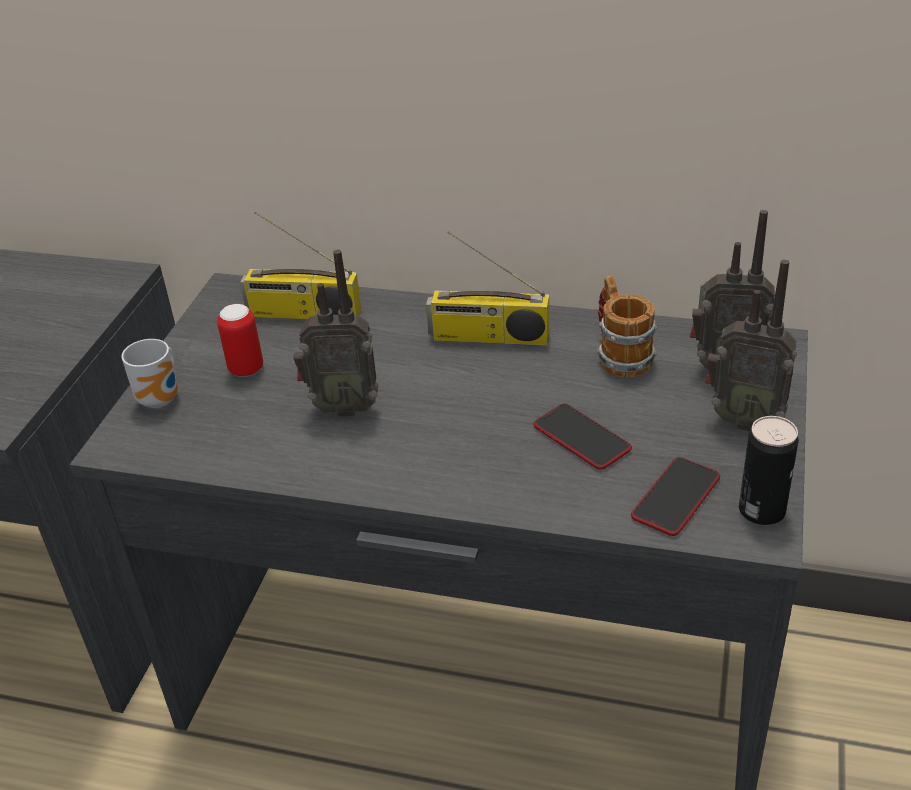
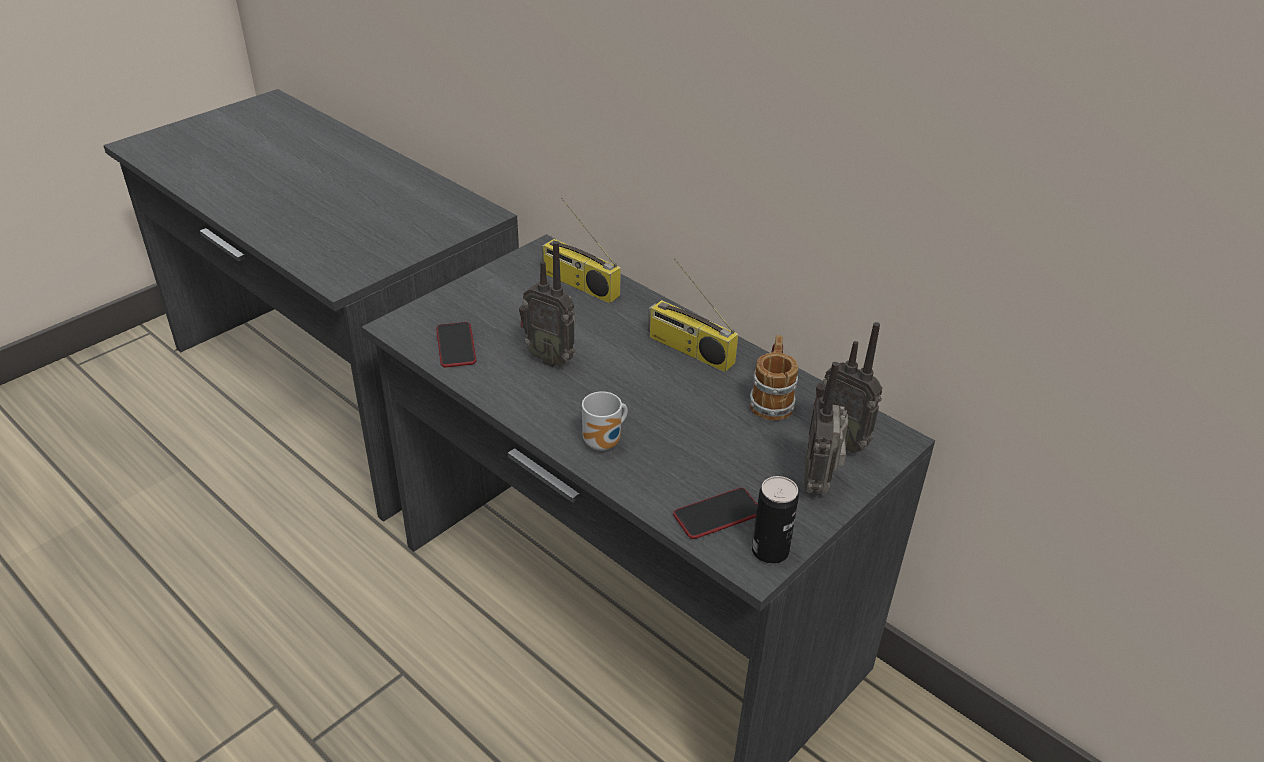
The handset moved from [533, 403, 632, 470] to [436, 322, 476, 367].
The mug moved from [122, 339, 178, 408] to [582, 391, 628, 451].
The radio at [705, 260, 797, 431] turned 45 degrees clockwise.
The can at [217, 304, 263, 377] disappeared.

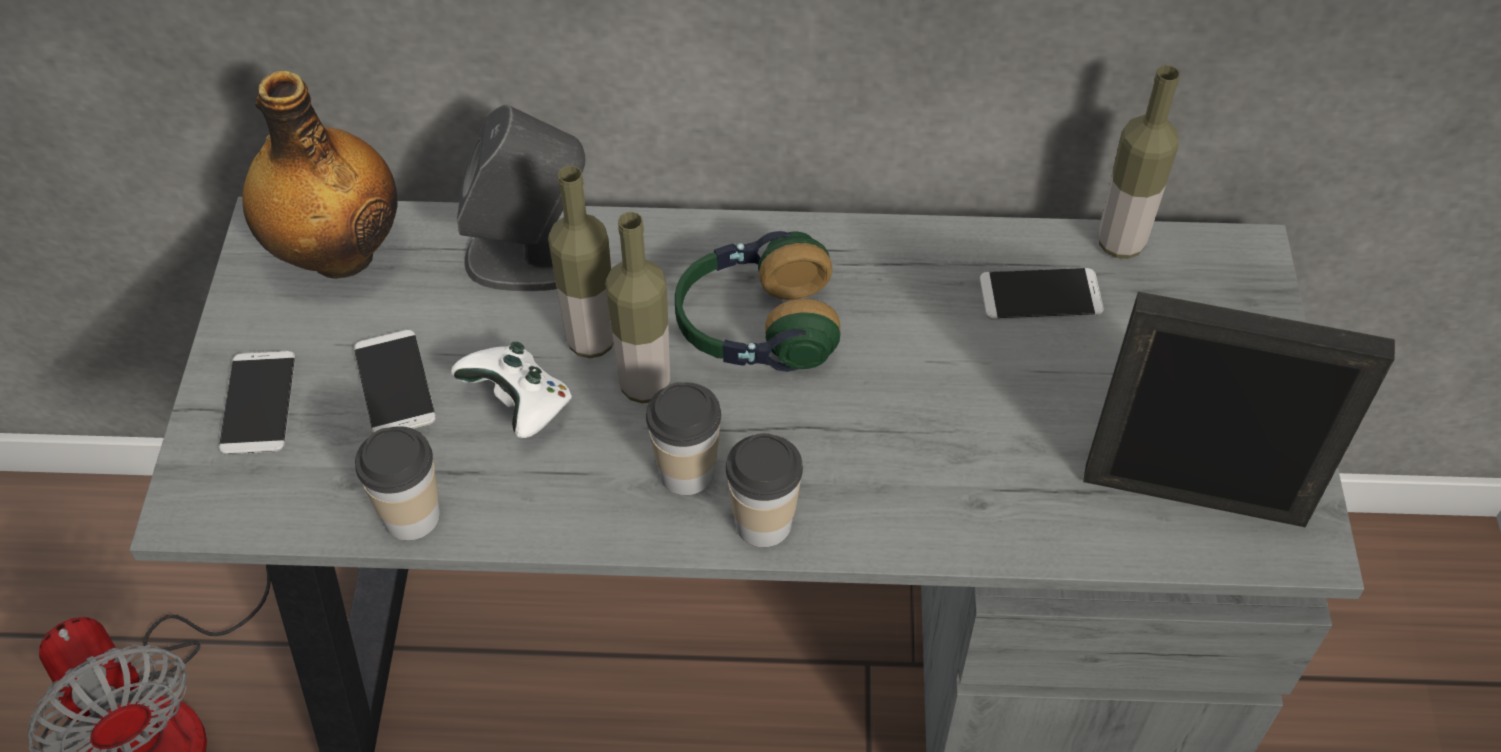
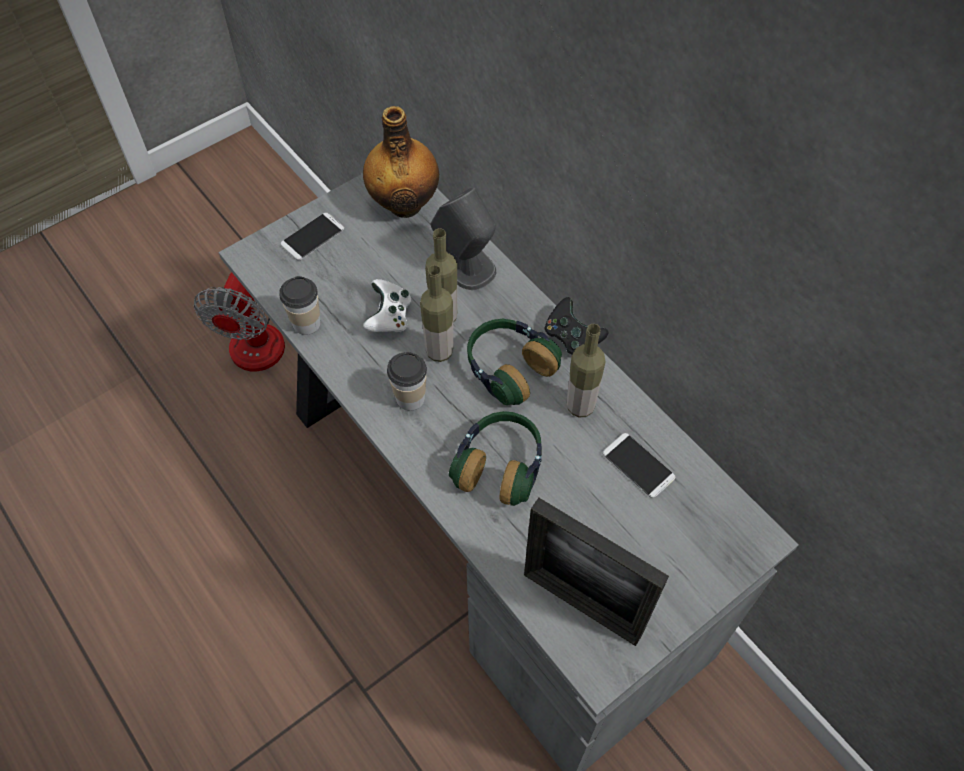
The headphones at [449, 411, 542, 506] appeared.
The picture_frame at [1083, 291, 1395, 527] turned 150 degrees clockwise.
The black-coloured_joypad at [544, 297, 608, 355] appeared.
The beverage_bottle moved from [1099, 65, 1180, 259] to [567, 324, 605, 417].
The handset at [354, 330, 436, 433] disappeared.
The cup at [726, 433, 803, 547] disappeared.

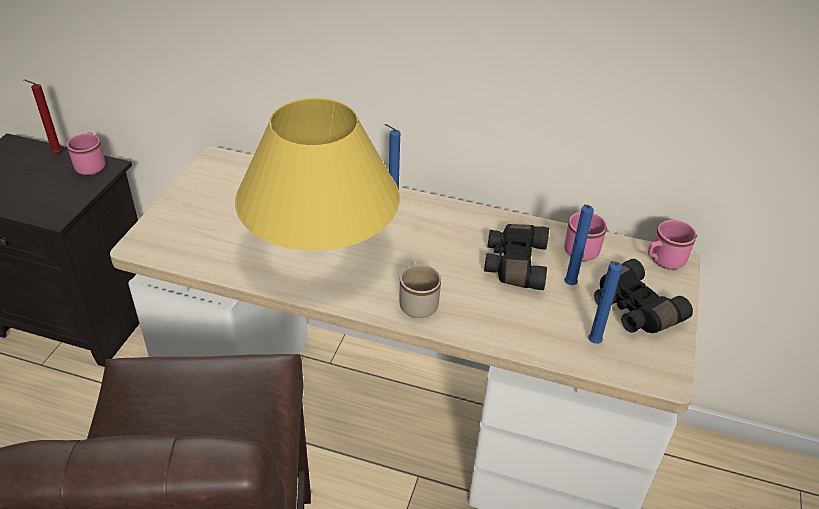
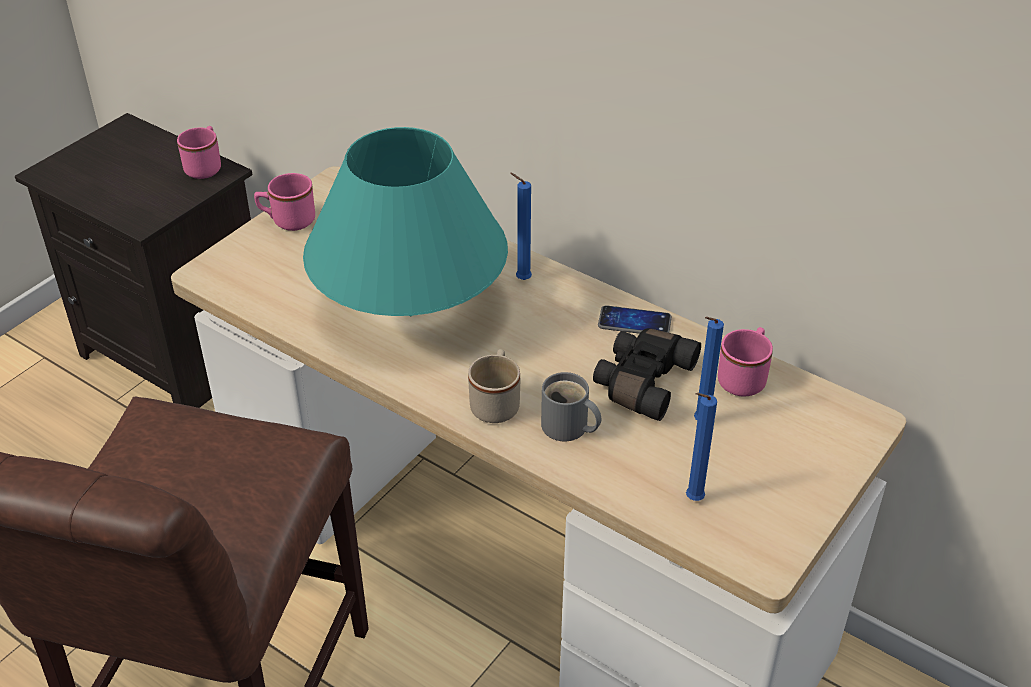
The pinkish_mug moved from [648, 220, 697, 269] to [254, 173, 315, 231].
The yellow-coloured_tabletop_lamp at [235, 98, 400, 251] became the turquoise-coloured_tabletop_lamp at [303, 127, 508, 316].
The grey_mug at [541, 372, 601, 441] appeared.
The handset at [598, 305, 672, 334] appeared.
The reddish_candle at [24, 80, 62, 154] disappeared.
The black-coloured_pair_of_binoculars at [594, 259, 693, 333] disappeared.

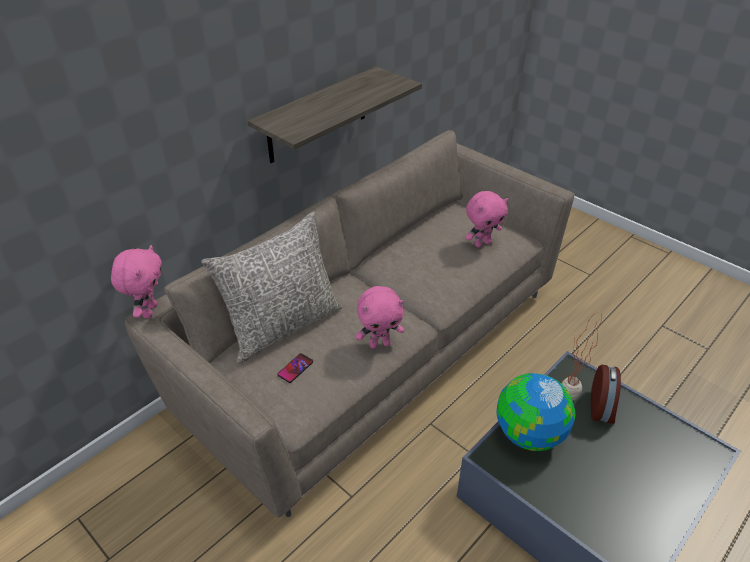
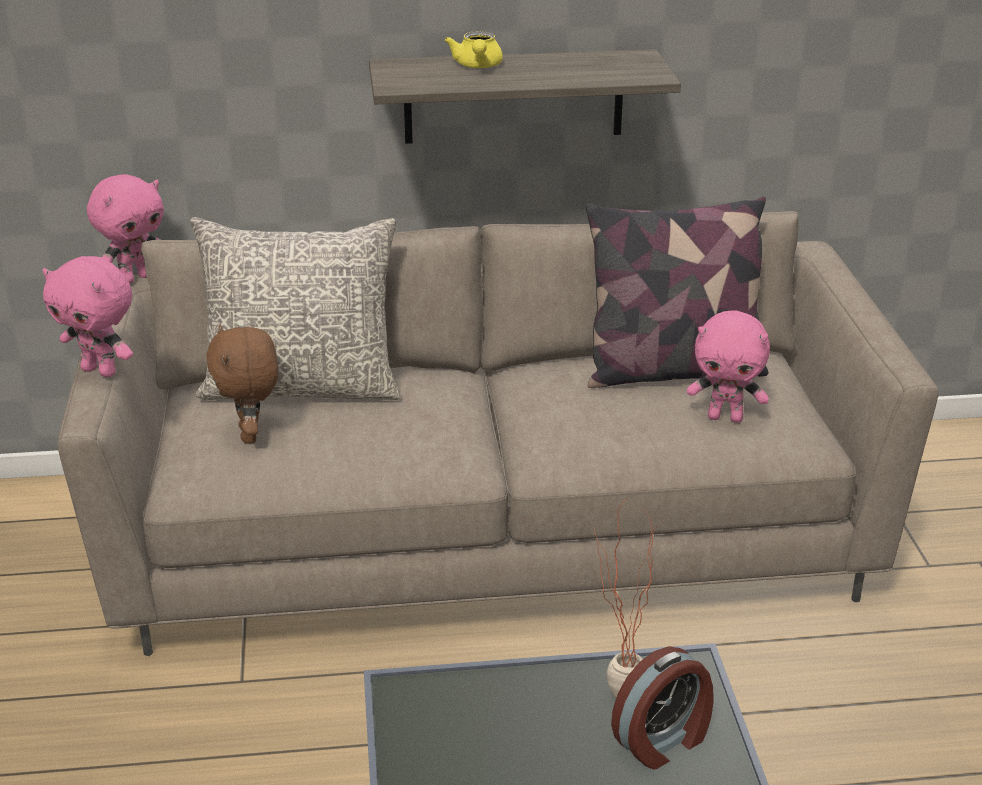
The pinkish_soft_toy moved from [356, 286, 404, 349] to [43, 256, 133, 377].
The handset at [277, 353, 313, 383] was replaced by the brownish_soft_toy at [206, 325, 278, 444].
The yellow-coloured_tea_pot at [445, 31, 503, 68] appeared.
The cushion at [586, 197, 769, 388] appeared.
The desk_globe at [496, 373, 575, 451] disappeared.

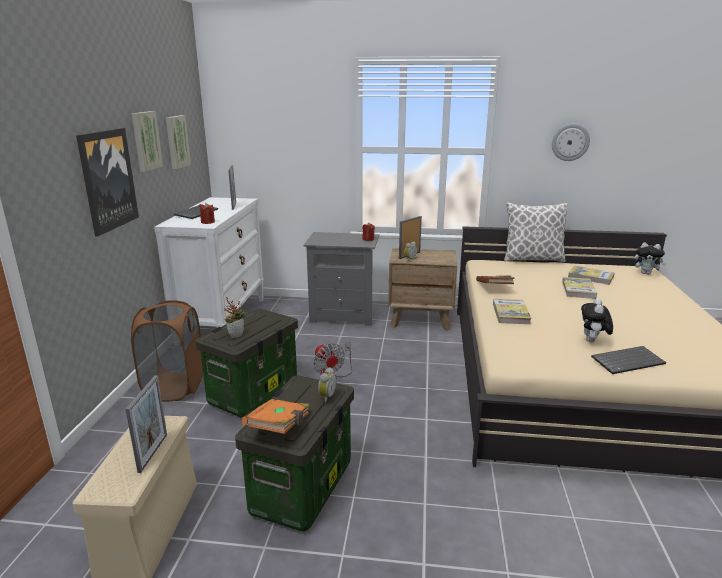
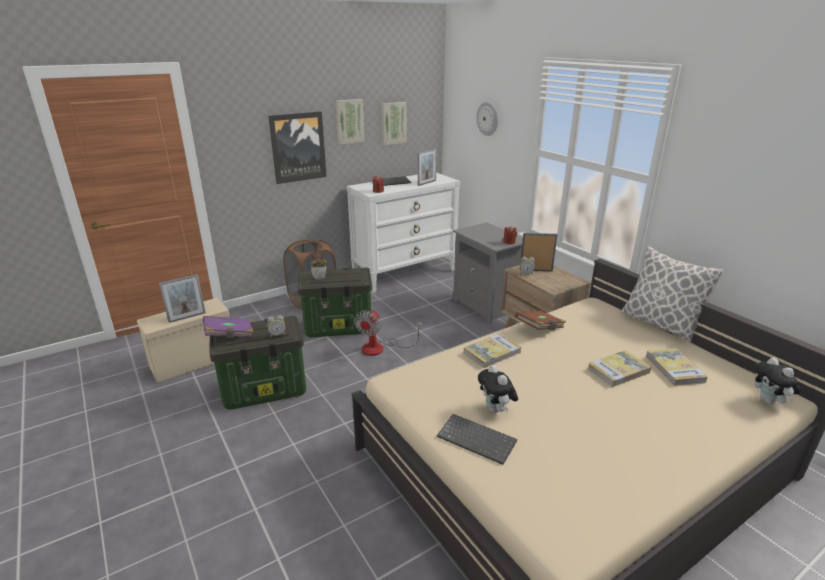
The orange-coloured_book at [242, 399, 310, 434] became the purple_book at [203, 316, 254, 338].
The clock_on_the_wall moved from [552, 124, 590, 161] to [476, 102, 498, 136].
The soft_toy at [581, 298, 613, 342] turned 90 degrees counterclockwise.

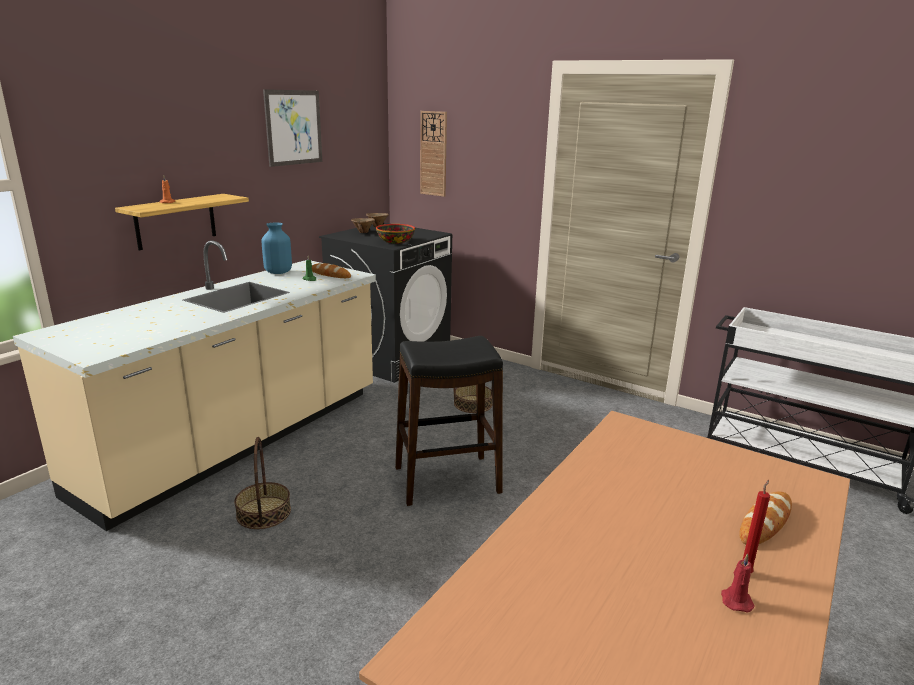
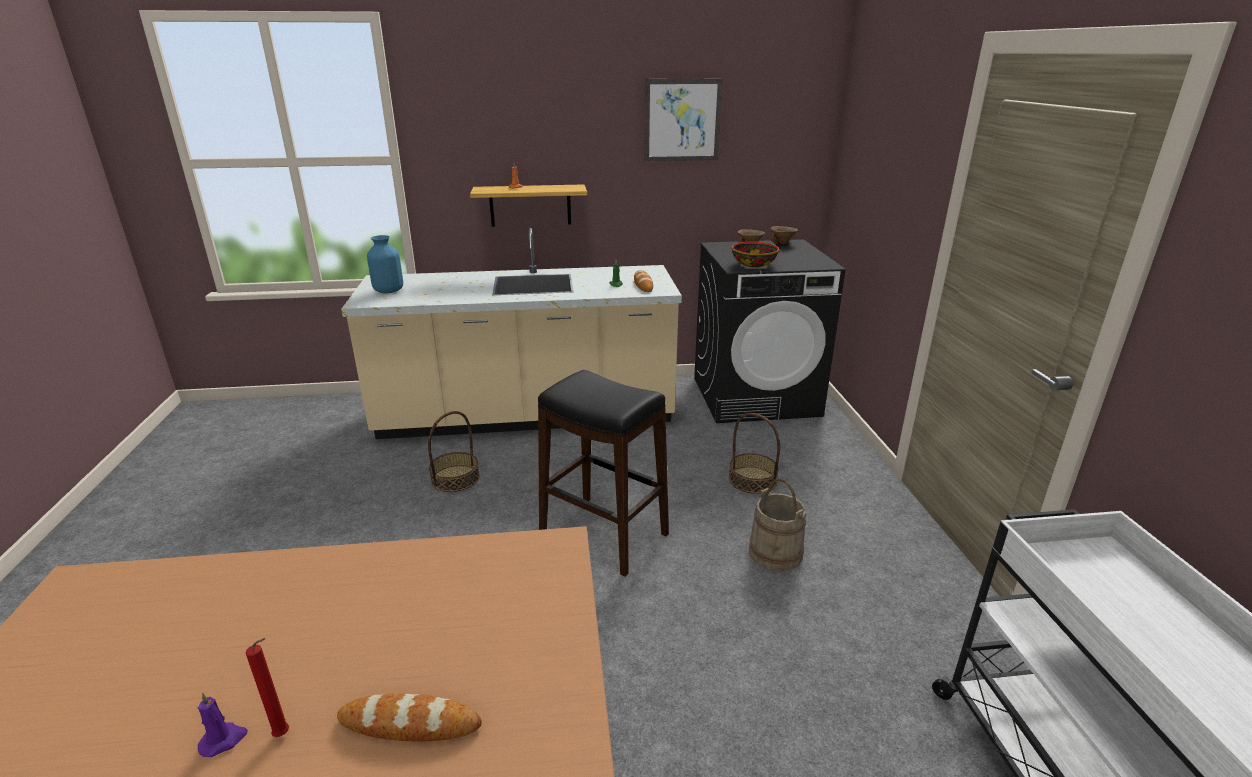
The reddish_candle at [721, 554, 755, 613] became the purple_candle at [198, 692, 248, 757].
The blue-coloured_decorative_vase moved from [261, 223, 292, 274] to [367, 235, 403, 293].
The sand-coloured_bucket at [749, 478, 806, 571] appeared.
The clock_on_the_wall at [420, 111, 447, 197] disappeared.

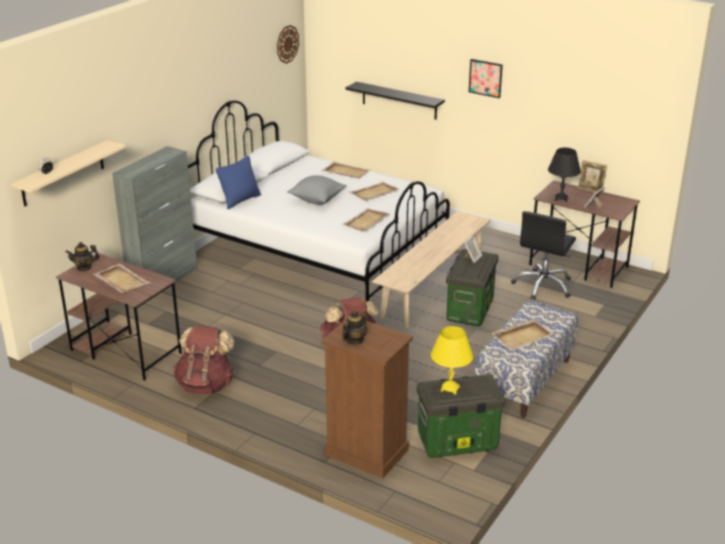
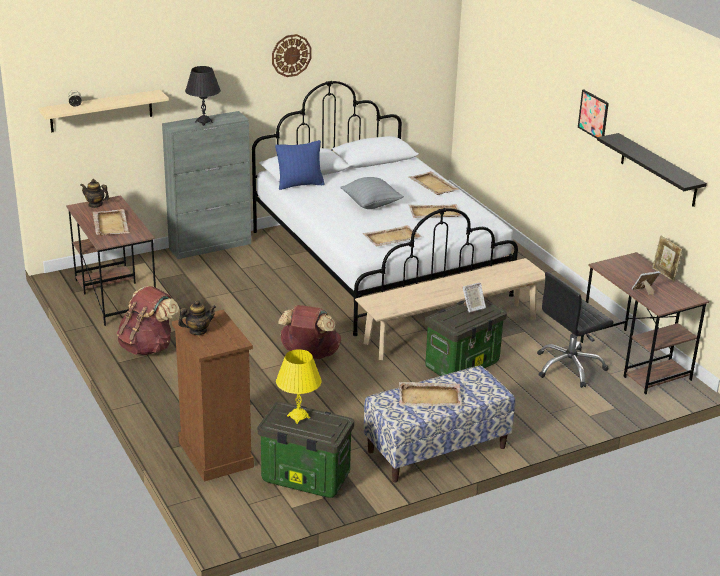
The black-coloured_tabletop_lamp moved from [548, 148, 581, 202] to [185, 66, 221, 126].
The clock_on_the_wall moved from [277, 25, 299, 64] to [272, 34, 312, 77].
The black-coloured_shelf moved from [345, 82, 445, 120] to [597, 133, 707, 207].

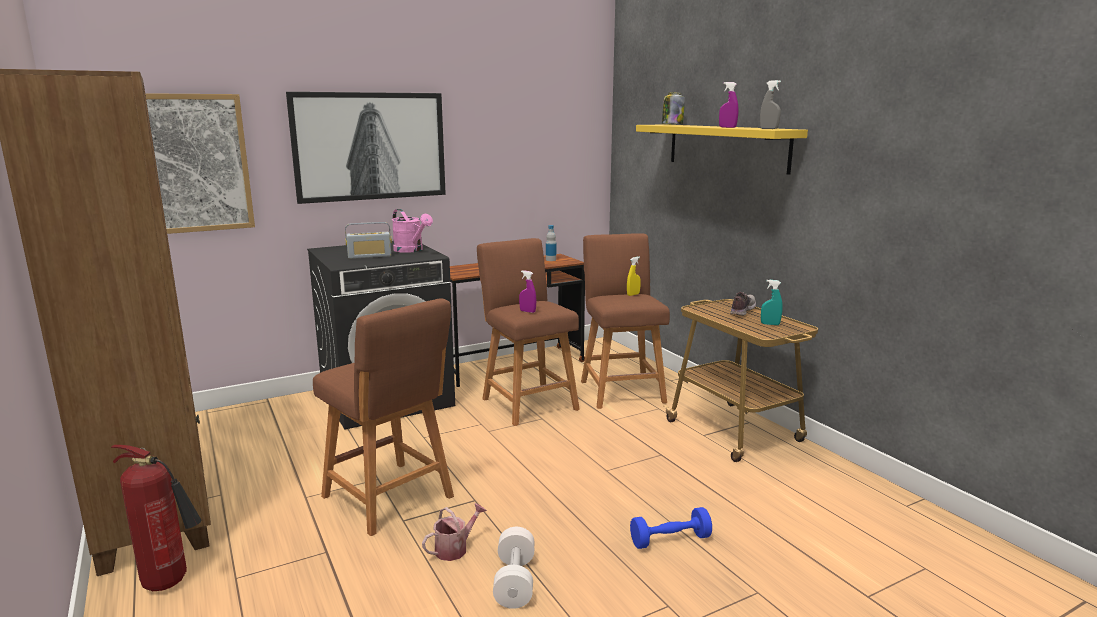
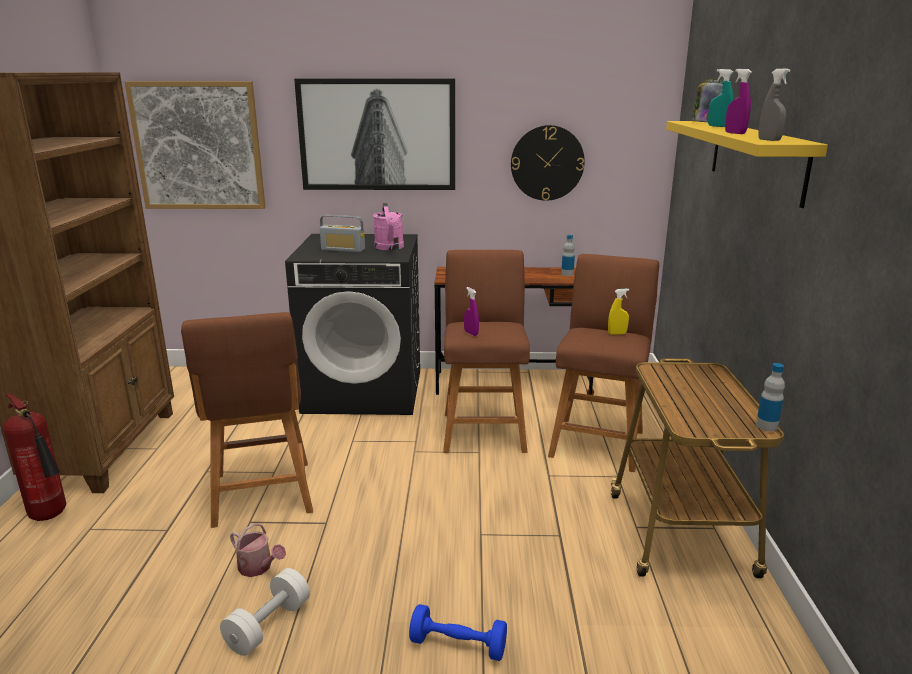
The sprinkling_can at [422, 503, 487, 561] turned 45 degrees clockwise.
The clock_on_the_wall at [511, 125, 585, 201] appeared.
The turquoise-coloured_sprayer moved from [761, 280, 783, 325] to [708, 69, 734, 127].
The beverage_bottle at [756, 363, 785, 431] appeared.
The low_shoe at [730, 292, 756, 316] disappeared.

